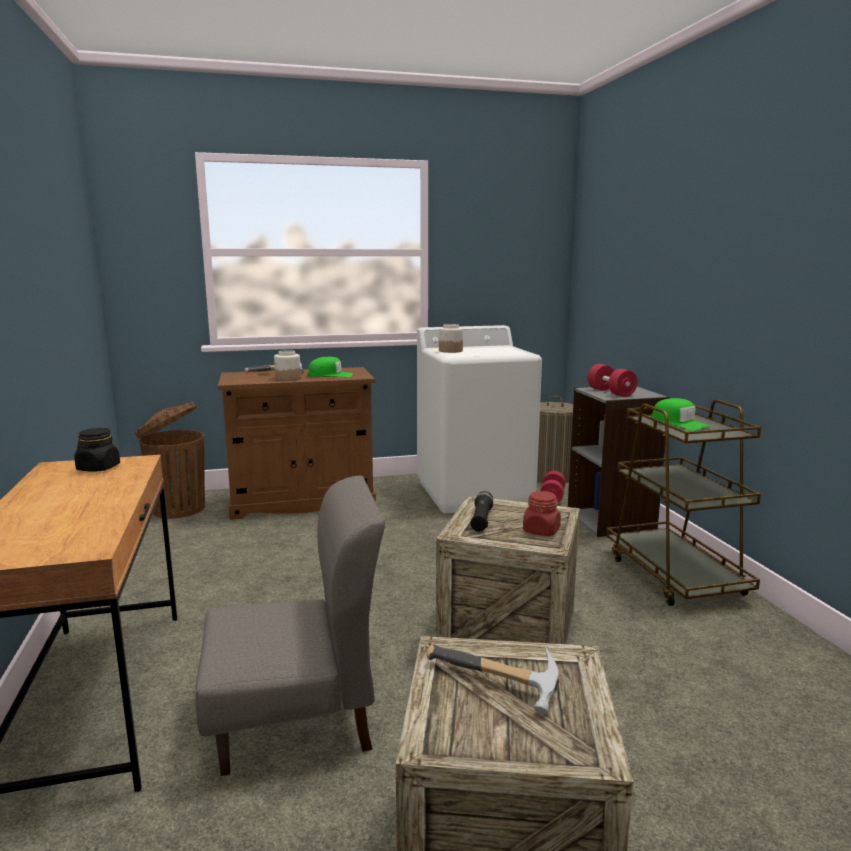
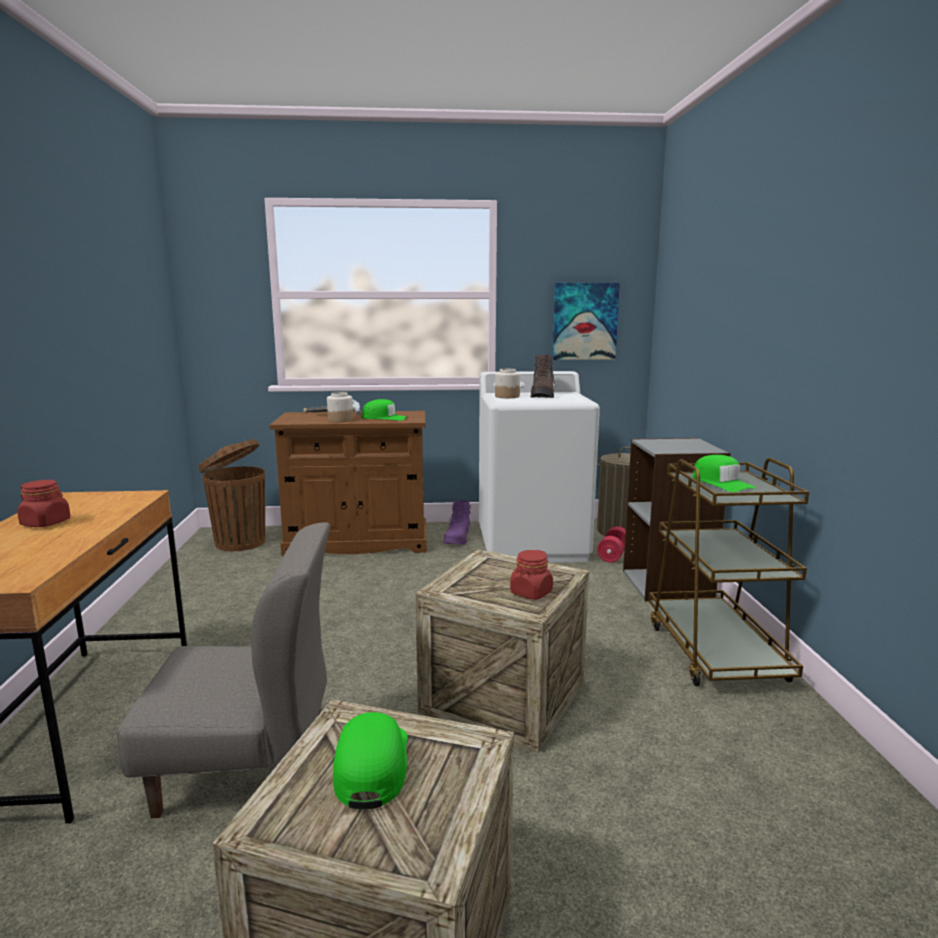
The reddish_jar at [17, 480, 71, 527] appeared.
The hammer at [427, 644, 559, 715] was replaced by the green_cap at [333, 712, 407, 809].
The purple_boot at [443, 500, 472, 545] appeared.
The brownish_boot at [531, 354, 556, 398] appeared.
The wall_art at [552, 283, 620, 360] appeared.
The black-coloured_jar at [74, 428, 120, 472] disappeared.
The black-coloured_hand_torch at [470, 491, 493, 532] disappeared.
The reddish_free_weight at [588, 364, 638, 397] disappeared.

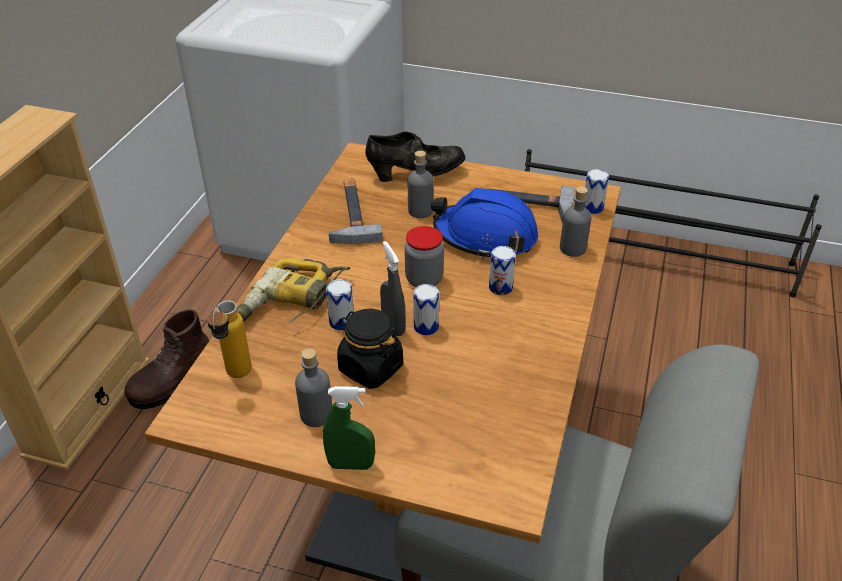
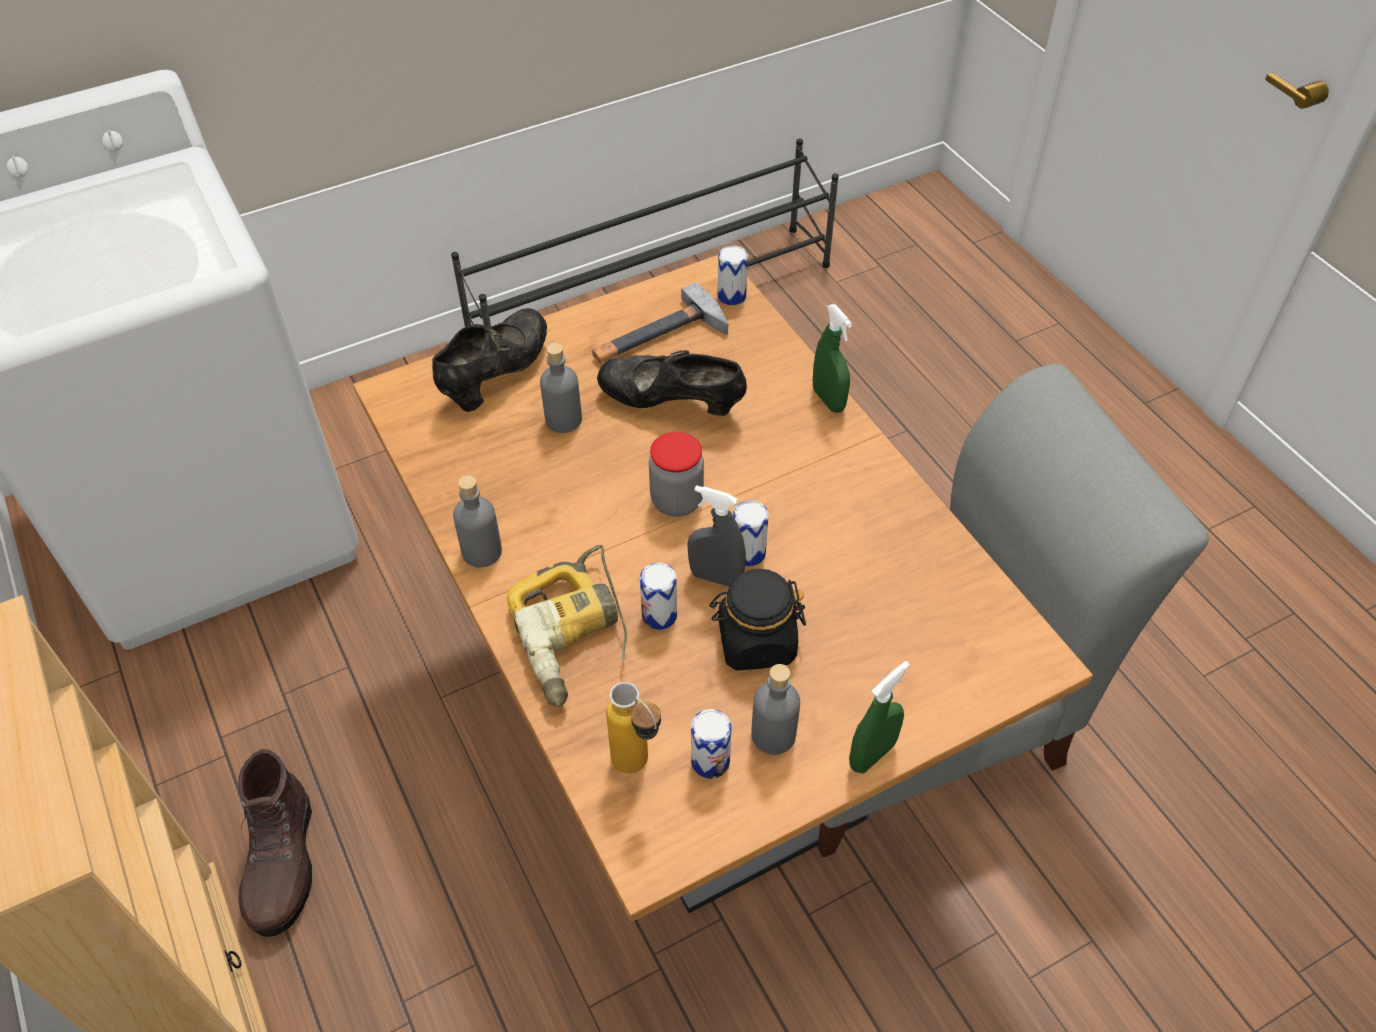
The grey_beverage_bottle moved from [560, 186, 592, 257] to [453, 475, 502, 567].
The blue-coloured_hard_hat at [431, 188, 538, 259] was replaced by the black-coloured_low_shoe at [597, 350, 747, 416].
The can moved from [489, 246, 516, 295] to [691, 709, 731, 779].
The green_sprayer at [813, 304, 852, 413] appeared.
The hammer at [329, 178, 383, 244] disappeared.

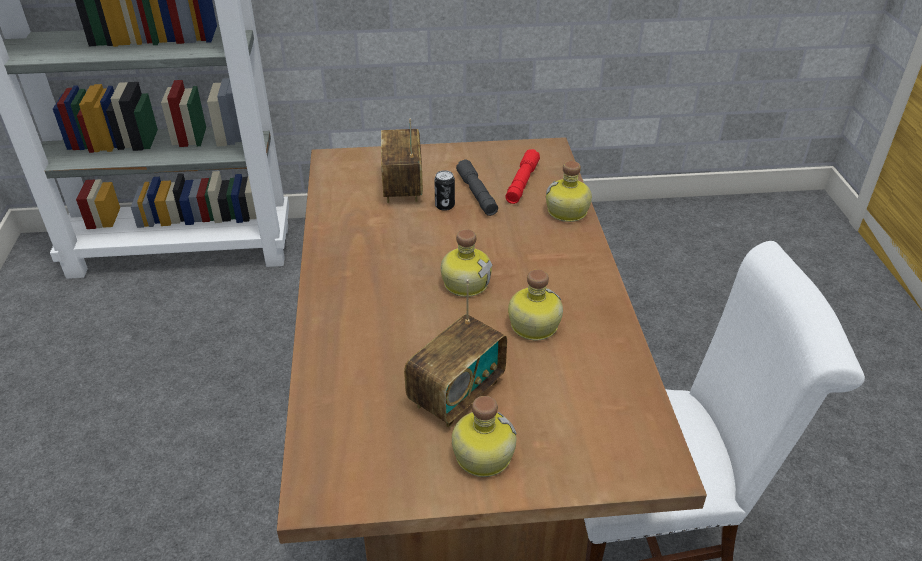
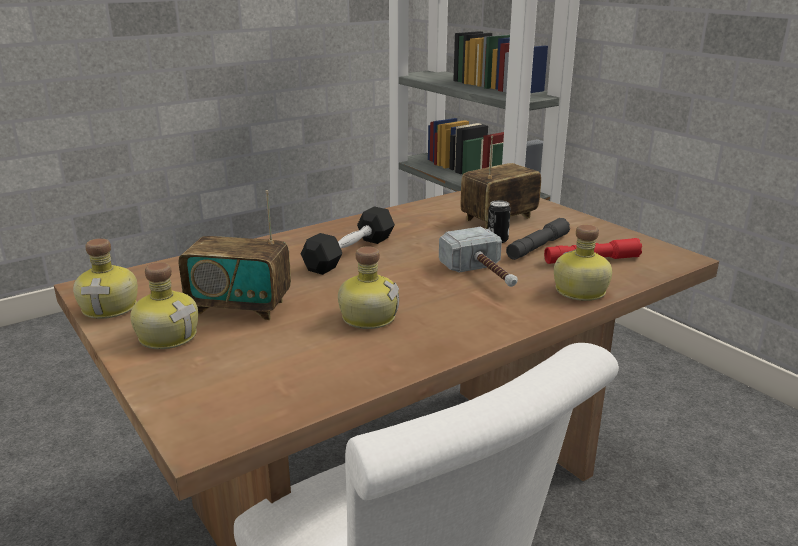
The beverage_bottle moved from [441, 229, 492, 297] to [73, 238, 138, 319].
The black-coloured_free_weight at [301, 206, 395, 275] appeared.
The hammer at [439, 227, 518, 287] appeared.

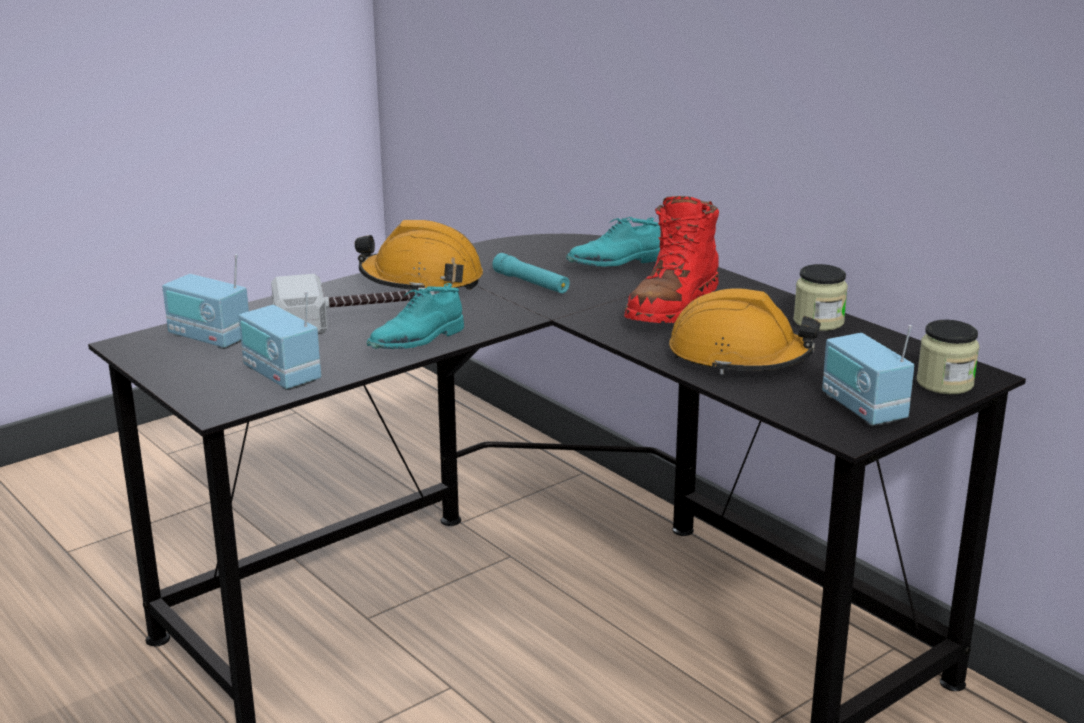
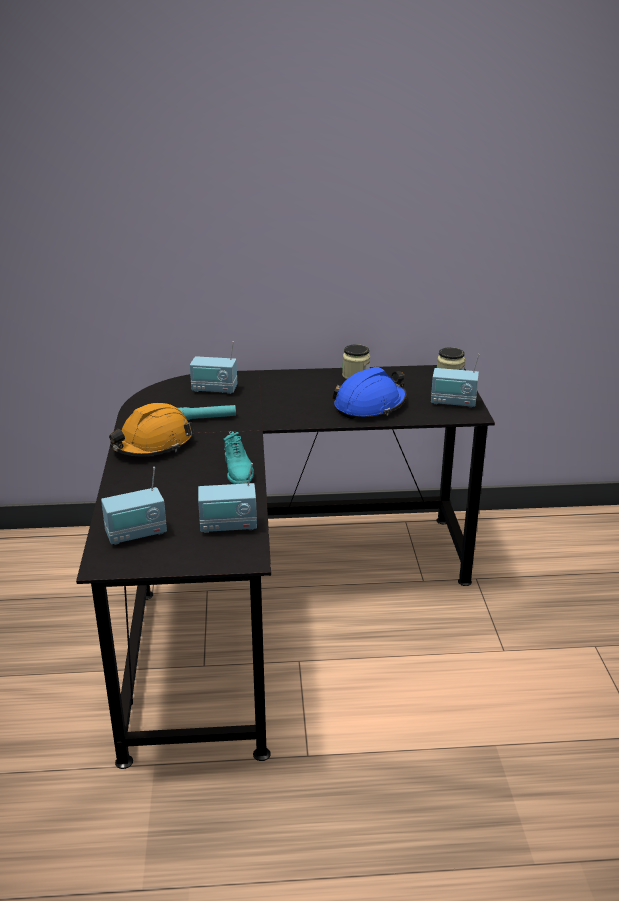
The turquoise-coloured_low_shoe at [566, 217, 661, 267] was replaced by the radio at [190, 341, 237, 394].
The orange-coloured_hard_hat at [669, 288, 821, 375] became the blue-coloured_hard_hat at [332, 367, 407, 419].
The hammer at [271, 274, 434, 334] disappeared.
The reddish_boot at [624, 196, 719, 323] disappeared.

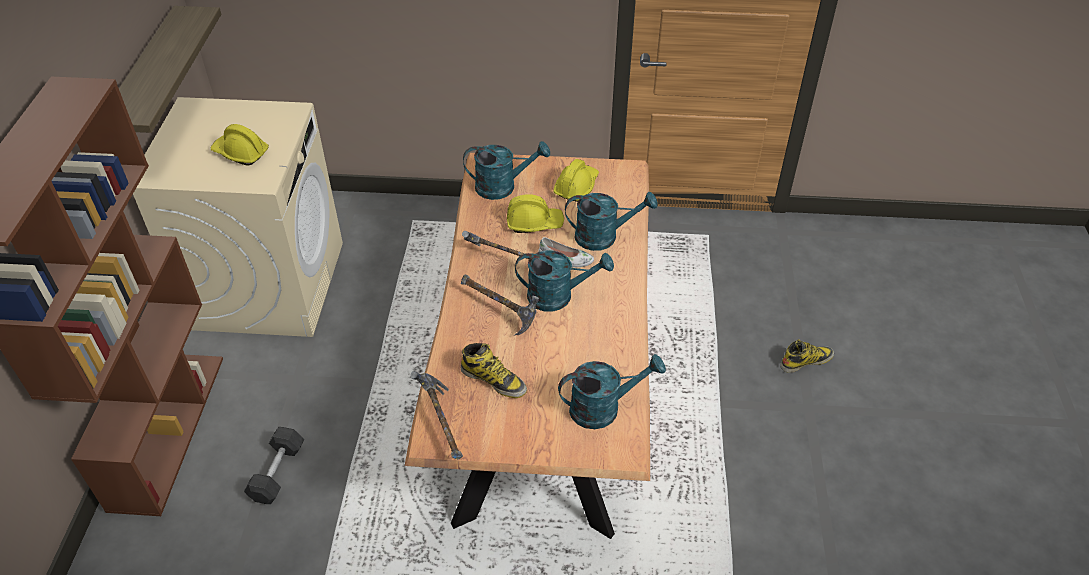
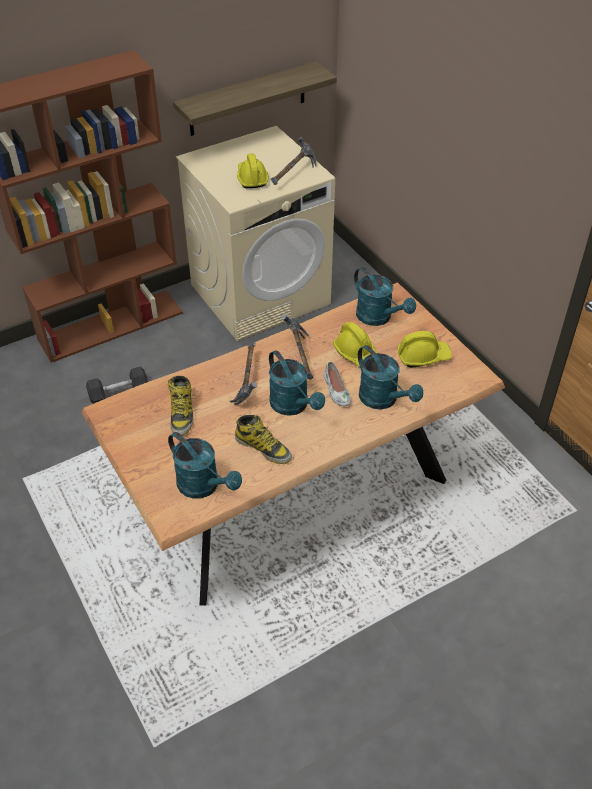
The boot moved from [780, 339, 834, 373] to [235, 415, 292, 464].
The hammer moved from [410, 371, 463, 460] to [271, 137, 317, 185].

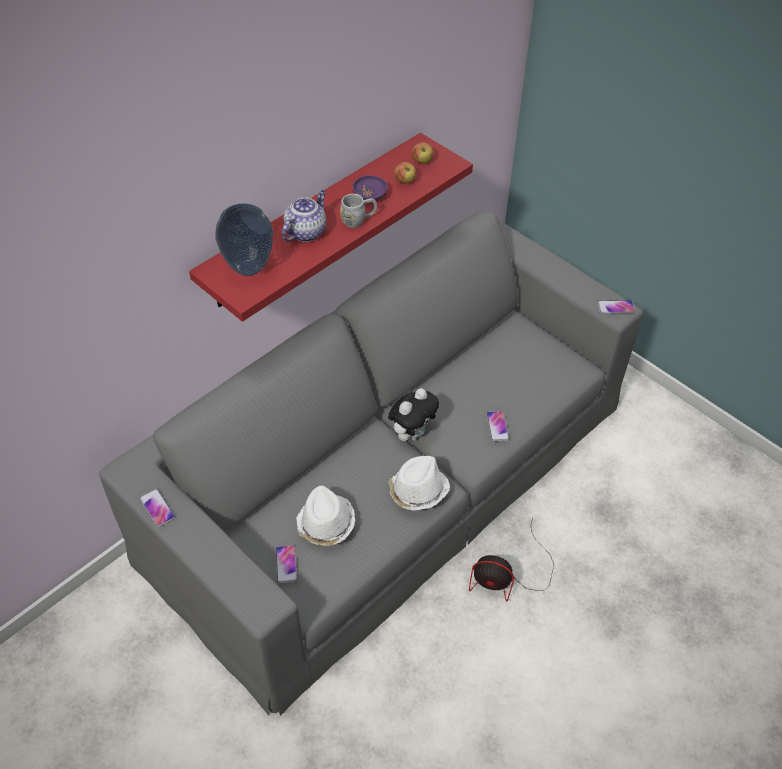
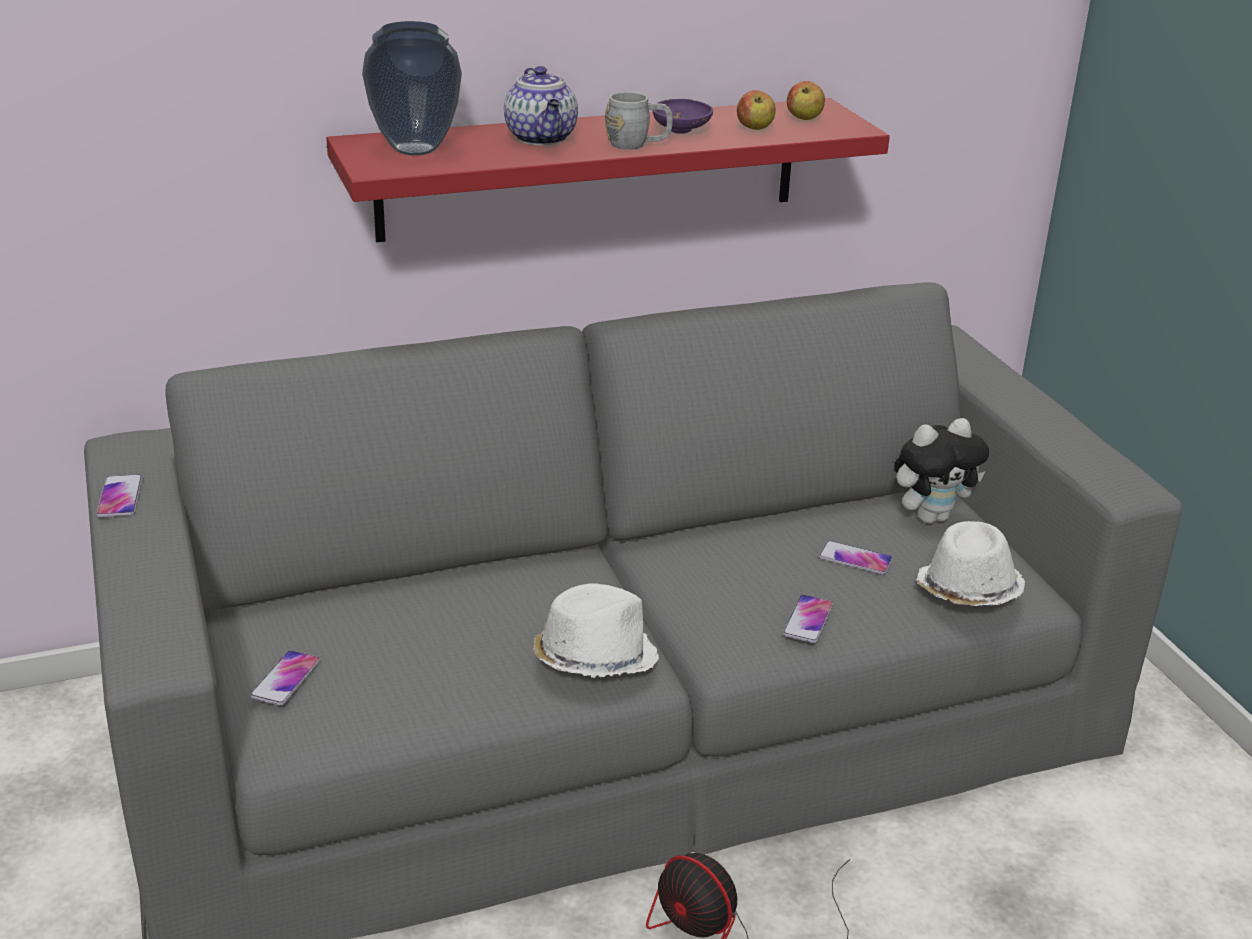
The tea_pot at [282, 190, 326, 242] turned 105 degrees clockwise.
The handset moved from [597, 300, 635, 314] to [819, 541, 893, 575].
The soft_toy moved from [388, 388, 439, 441] to [894, 418, 989, 524].
The white_clothing_hat moved from [296, 485, 355, 546] to [916, 521, 1025, 606].

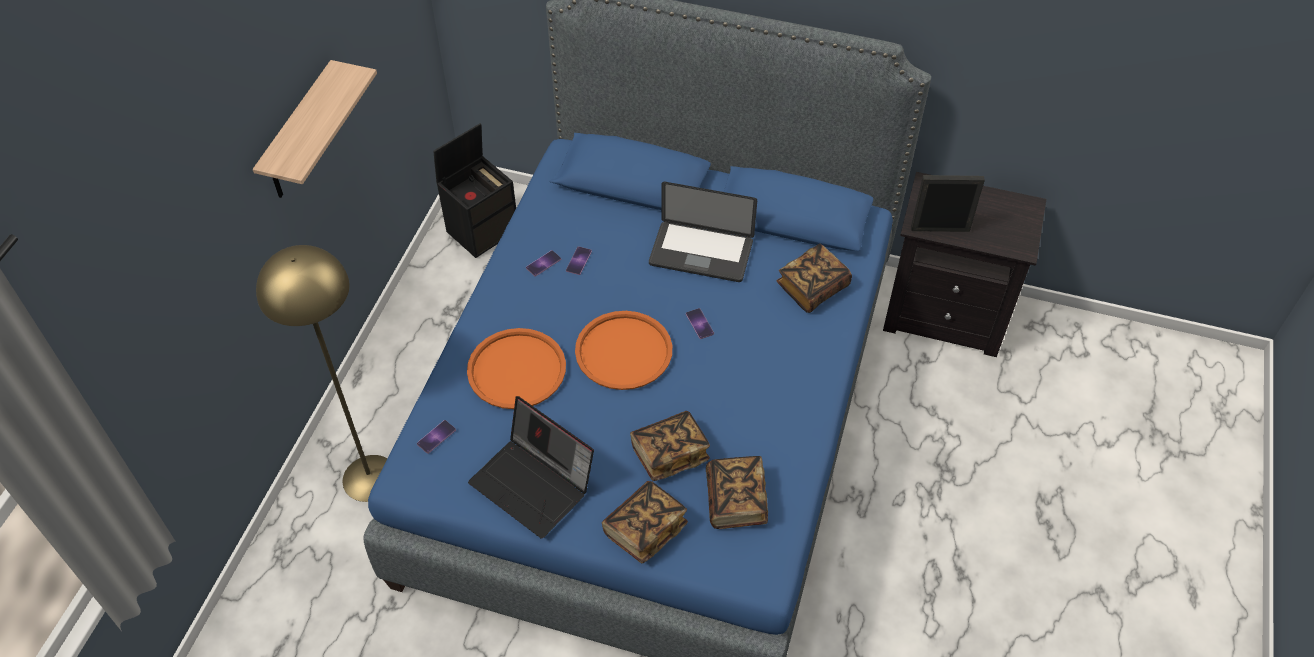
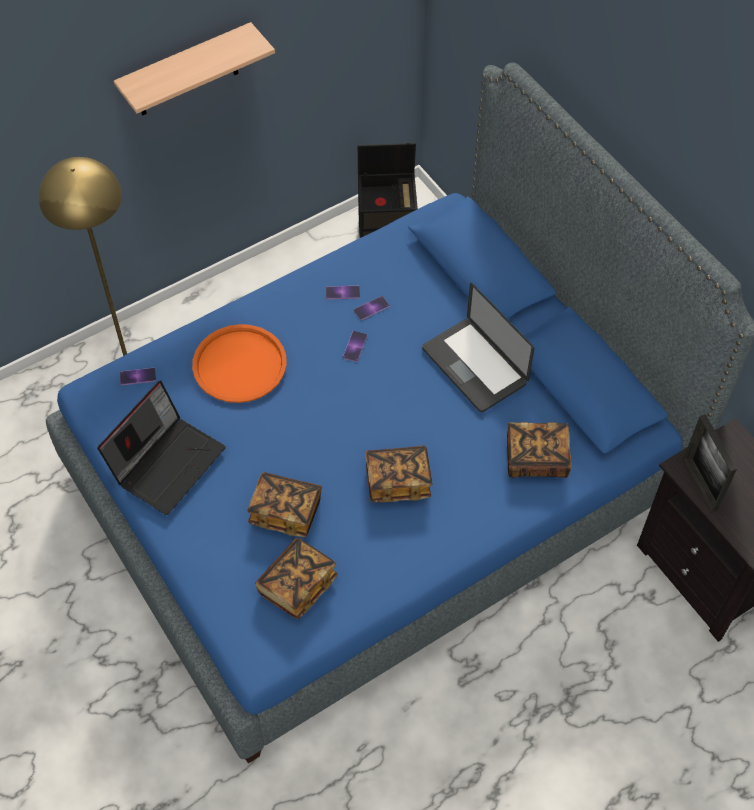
The notebook_computer at [468, 396, 594, 539] turned 135 degrees counterclockwise.
The handset moved from [686, 308, 714, 339] to [343, 331, 368, 362].
The book moved from [602, 481, 688, 563] to [365, 446, 432, 502].
The picture_frame at [911, 175, 985, 232] turned 150 degrees counterclockwise.
The orange-coloured_serving_tray at [575, 311, 672, 390] disappeared.

